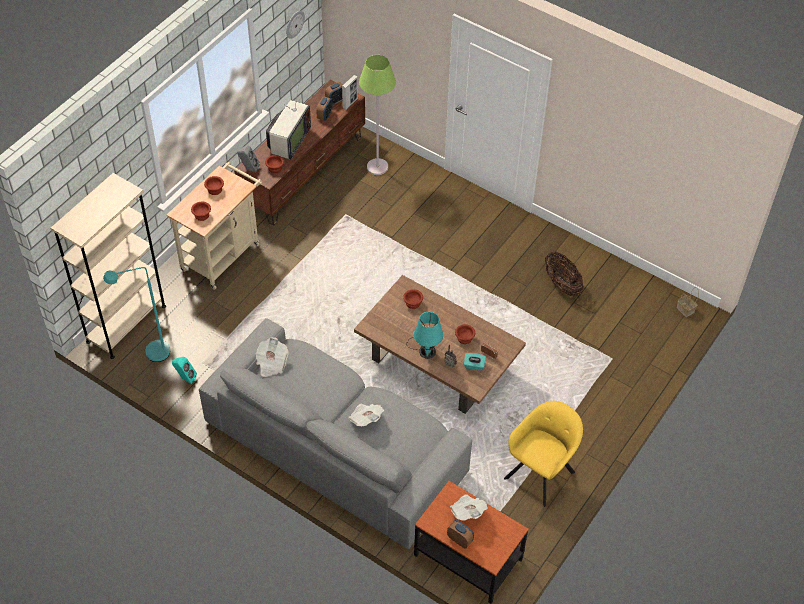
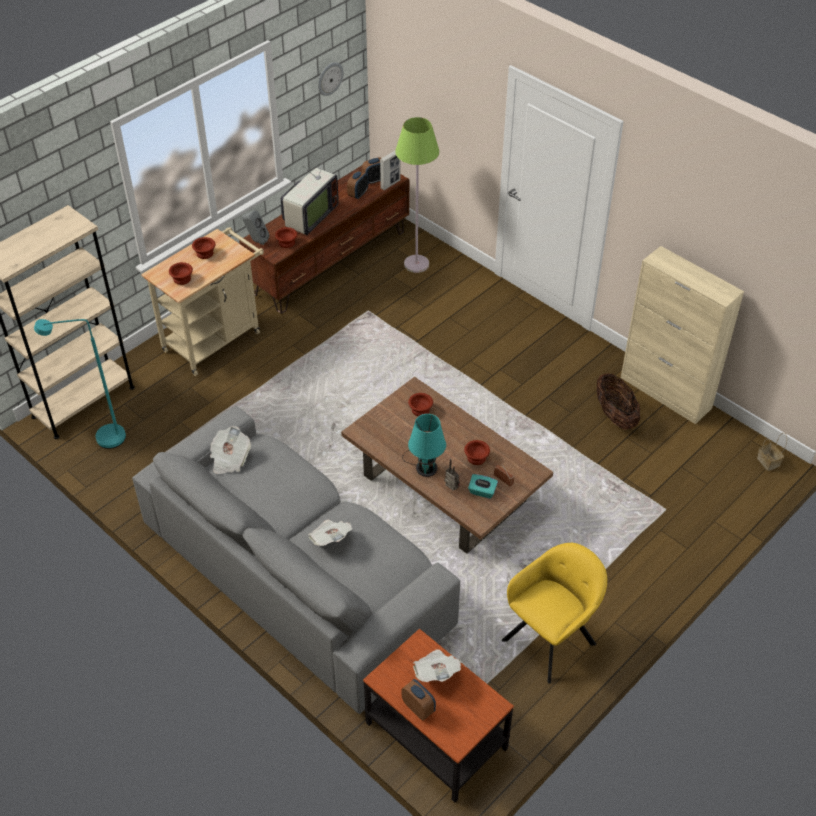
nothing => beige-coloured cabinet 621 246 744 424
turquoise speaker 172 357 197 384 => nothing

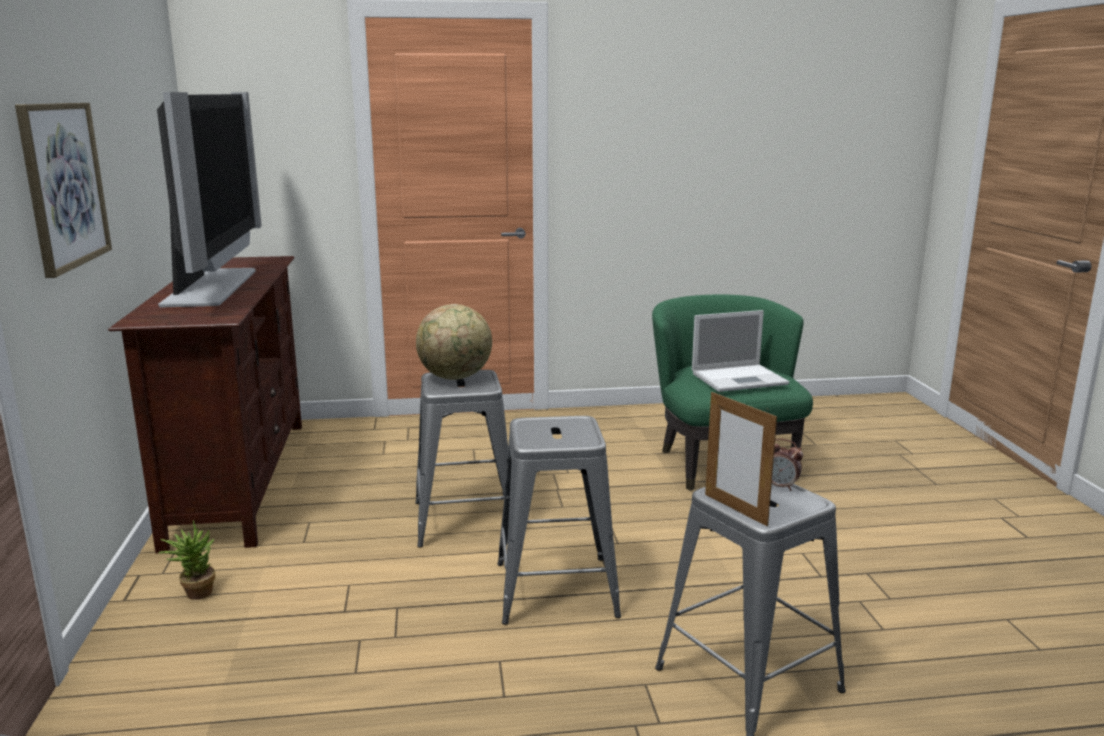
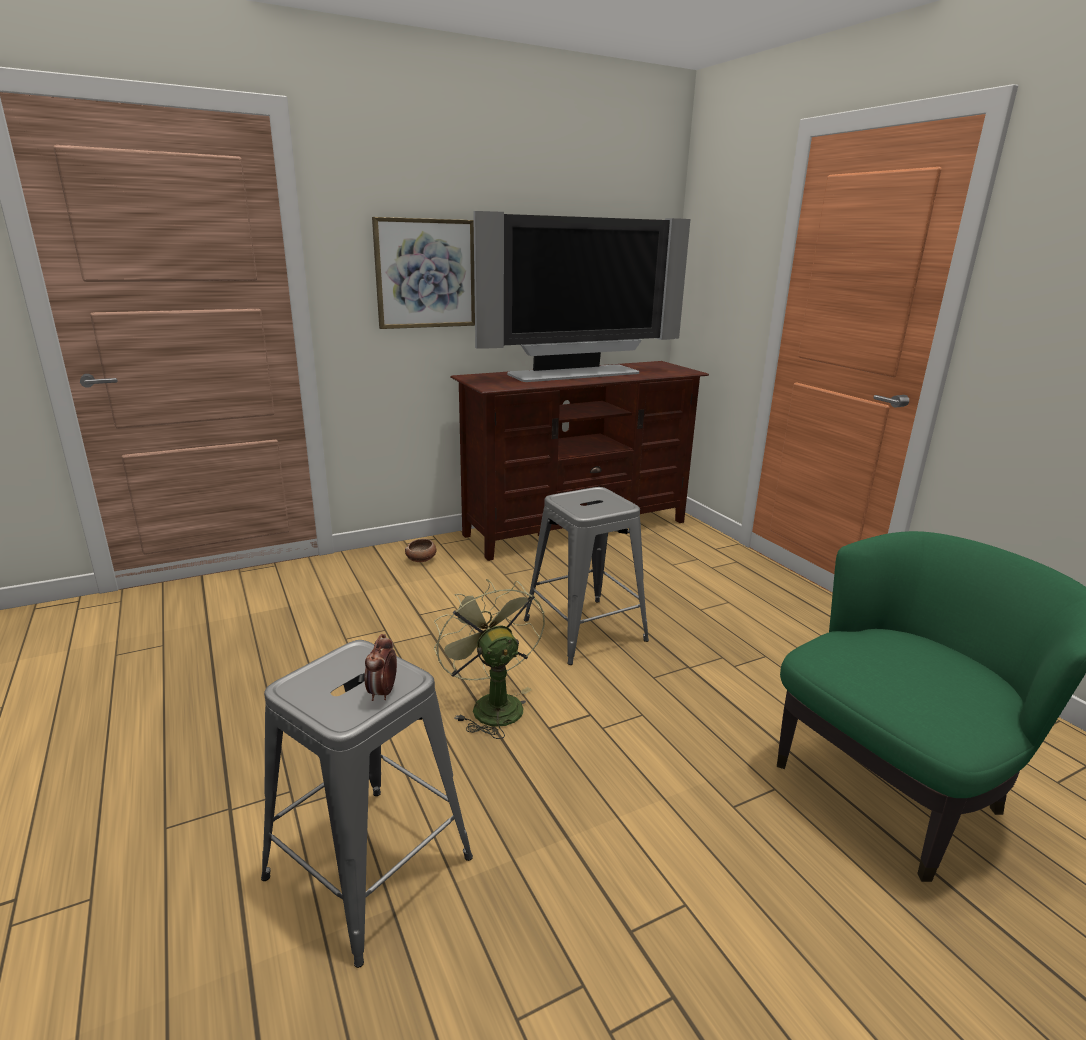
houseplant 159 520 215 600 => serving bowl 405 539 437 562
grey stool seat 497 416 621 625 => greenish cooling fan 434 579 545 739
desk globe 416 304 492 380 => nothing
notebook computer 692 310 789 392 => nothing
standing frame 705 391 777 526 => nothing

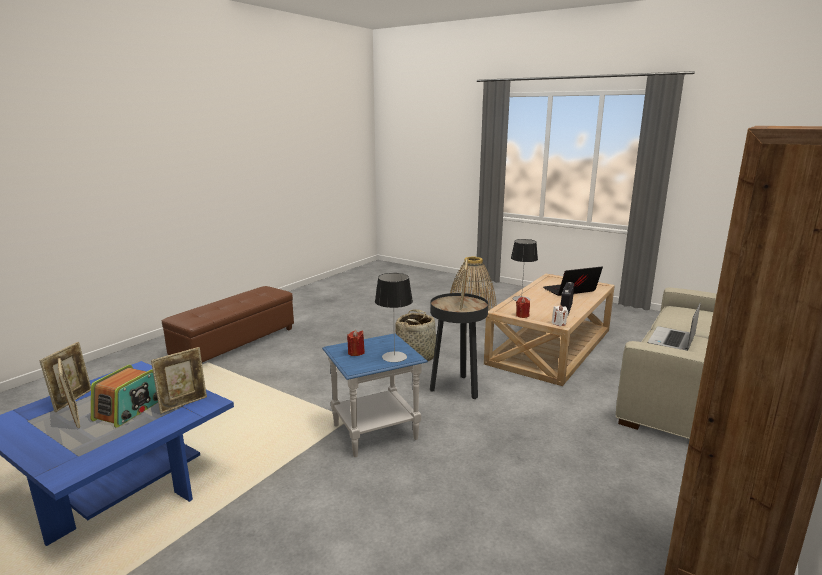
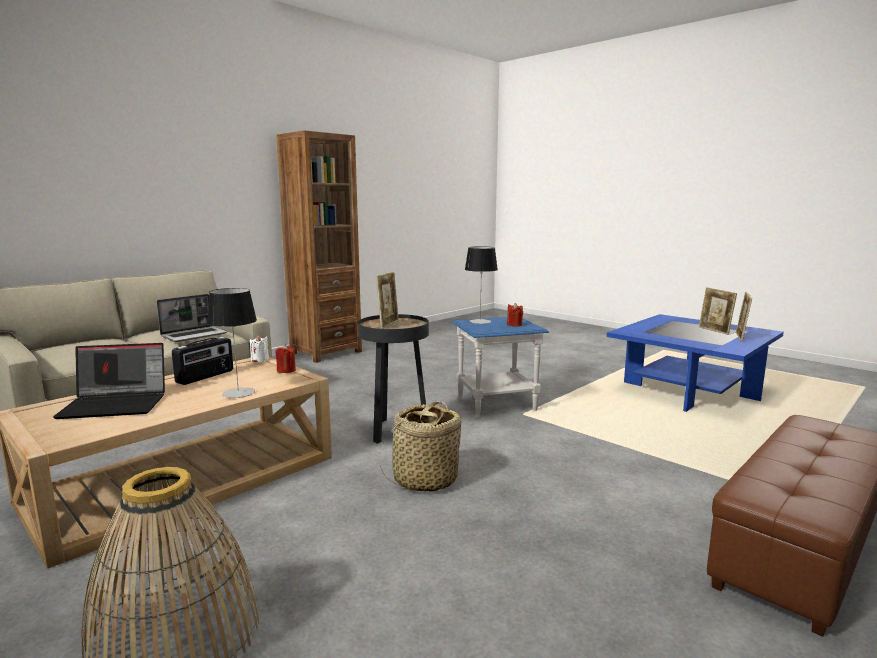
radio 91 365 158 428 => nothing
standing frame 151 347 207 414 => nothing

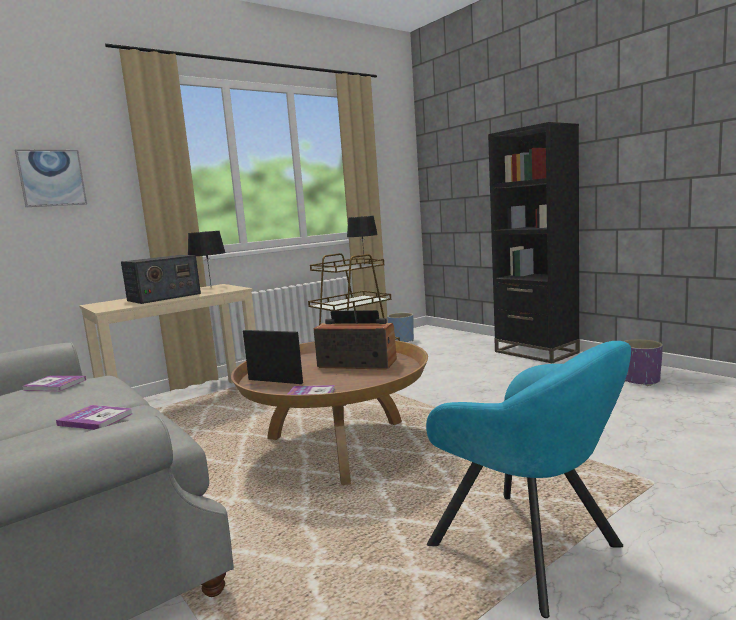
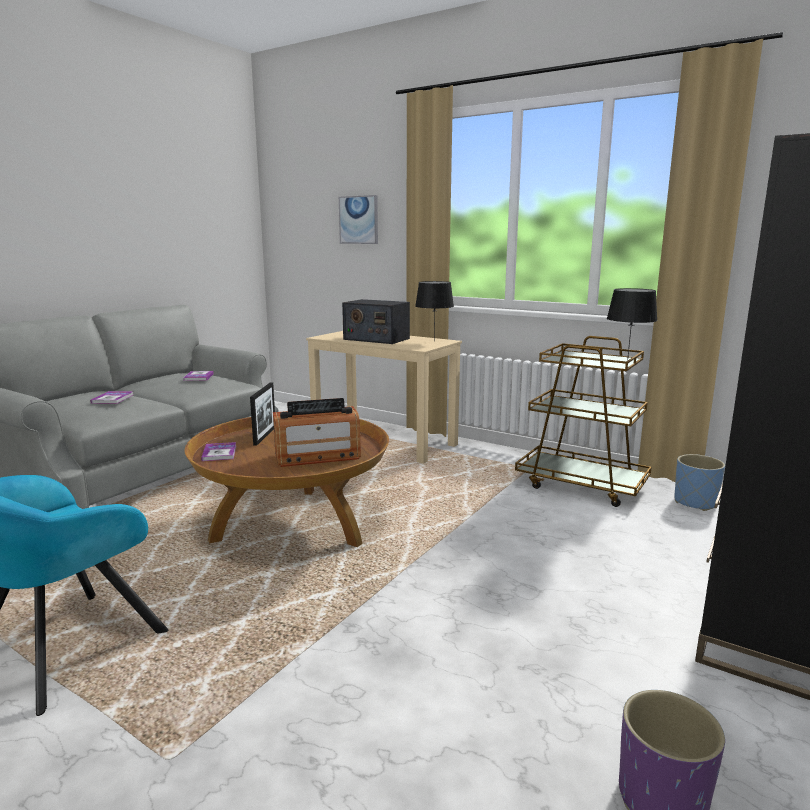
radio 314 310 397 370 => radio 273 398 361 467, 75 degrees clockwise

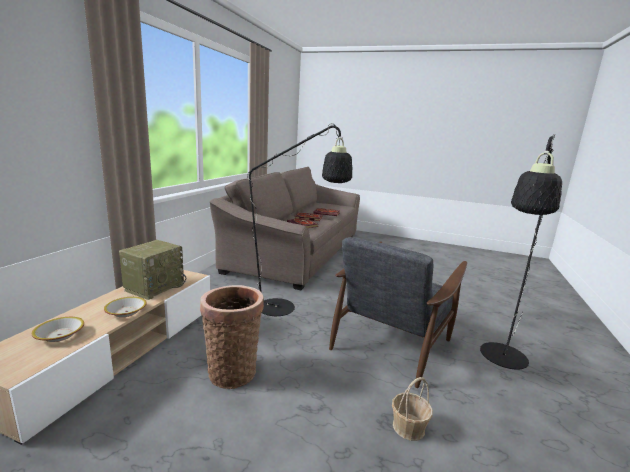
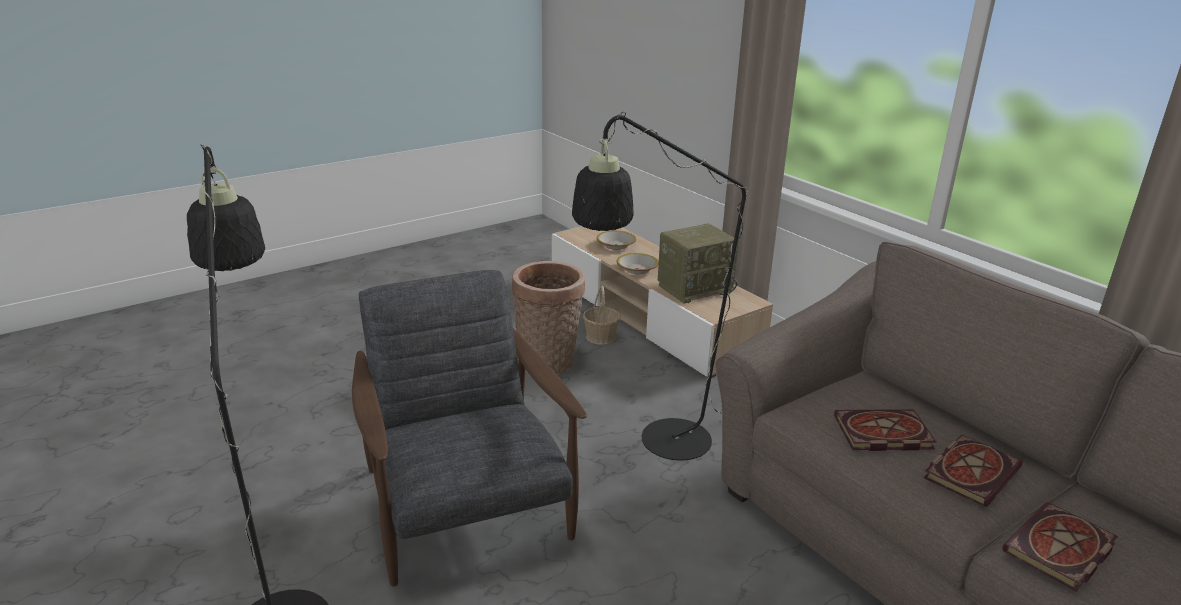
basket 392 377 433 441 => basket 583 286 621 345, shifted
radio 119 240 186 300 => radio 658 223 738 303, 90 degrees counterclockwise

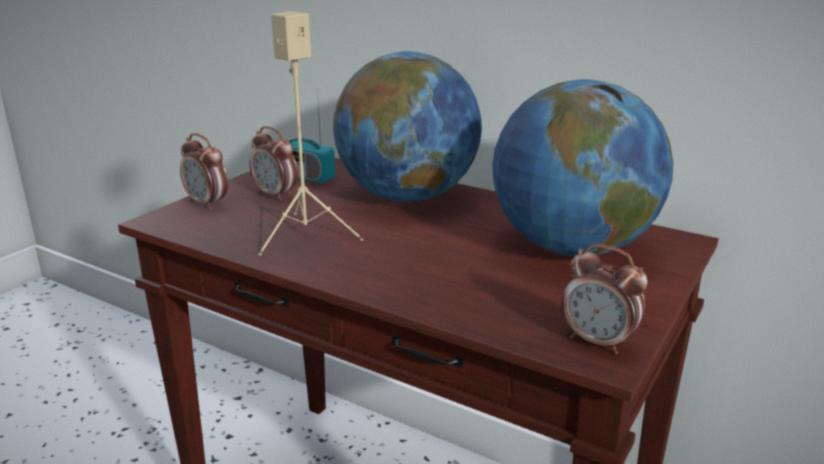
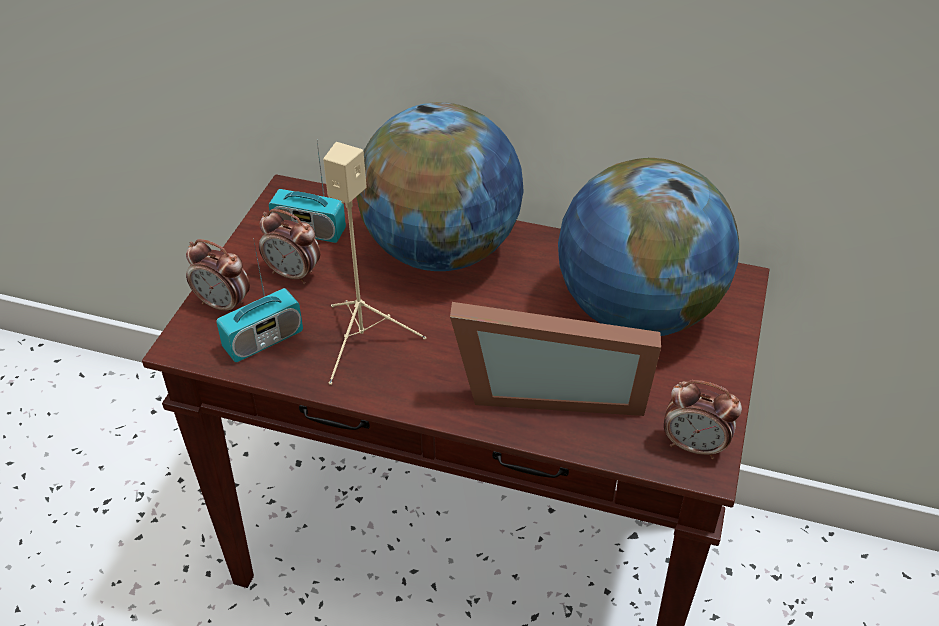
nothing => radio 216 238 303 362
nothing => standing frame 450 302 661 416

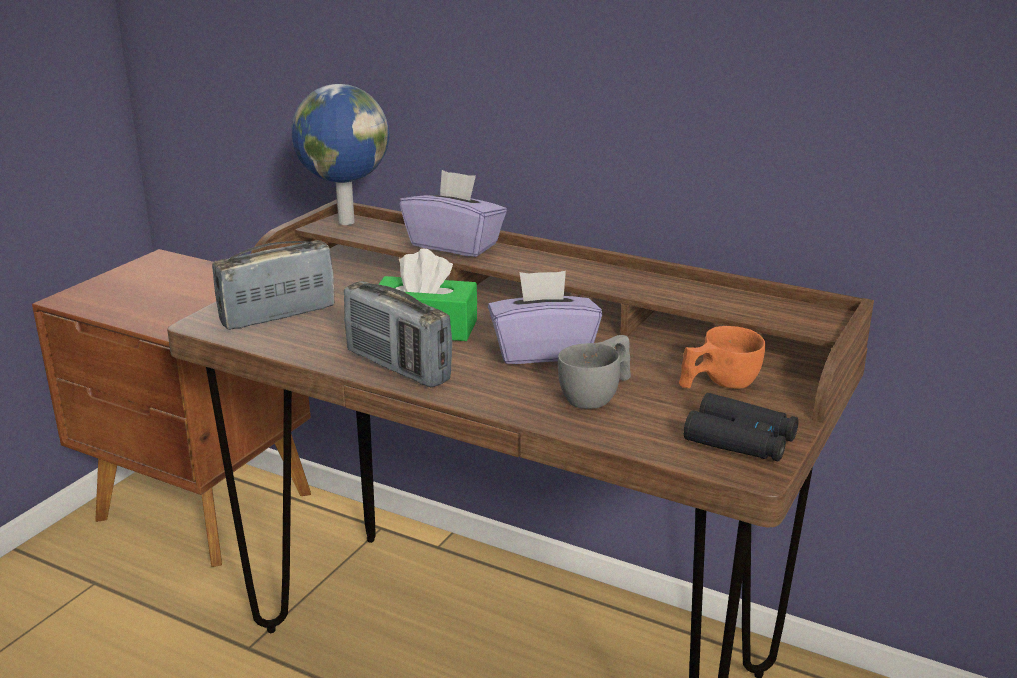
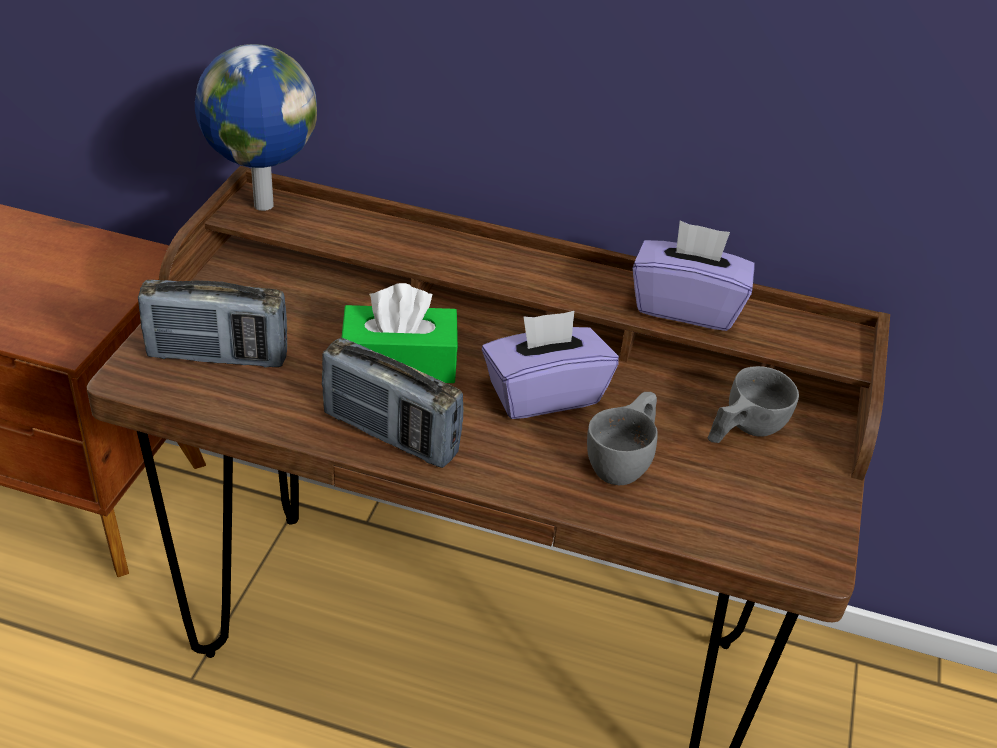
radio 212 240 334 330 => radio 138 280 287 368, 135 degrees counterclockwise
purple-coloured box of tissues 400 170 507 257 => purple-coloured box of tissues 633 220 755 331, shifted
orange-coloured drinking cup 679 326 765 389 => grey drinking cup 707 366 799 443
black pair of binoculars 684 393 799 461 => nothing

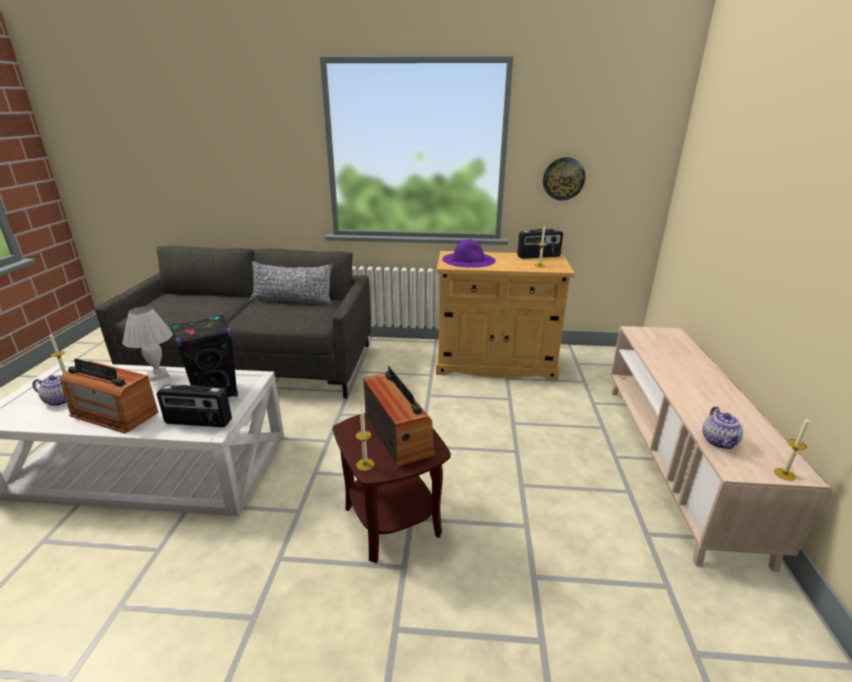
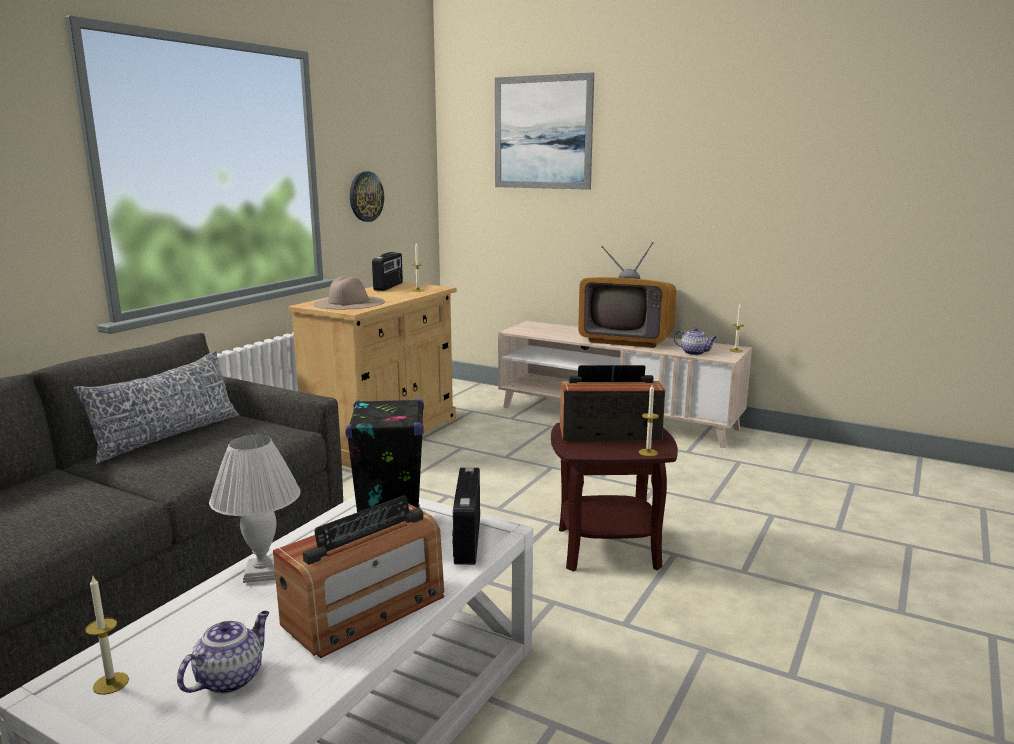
purple-coloured wearable hat 442 239 496 268 => beige-coloured wearable hat 313 276 385 309
radio 157 385 232 427 => radio 452 468 480 565, 150 degrees clockwise
nothing => wall picture 495 72 594 190
nothing => TV 578 242 676 348

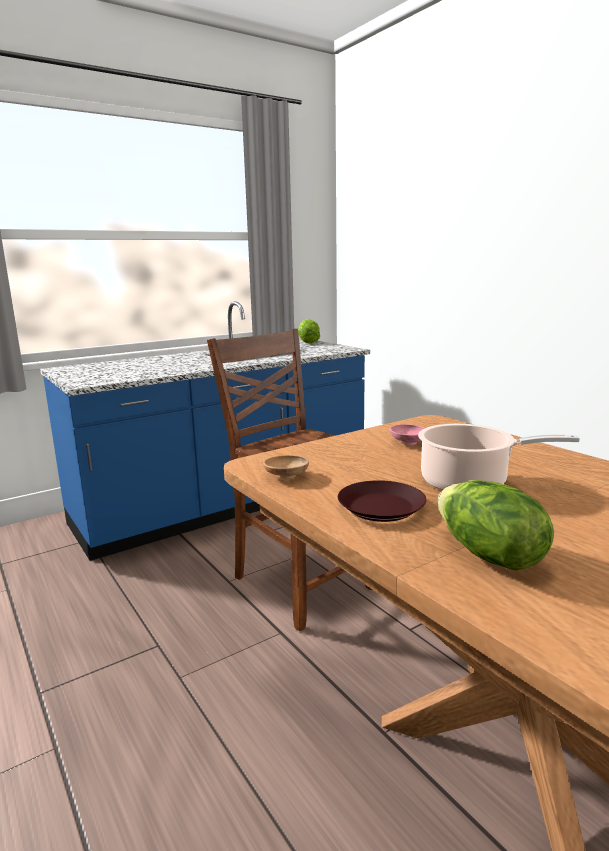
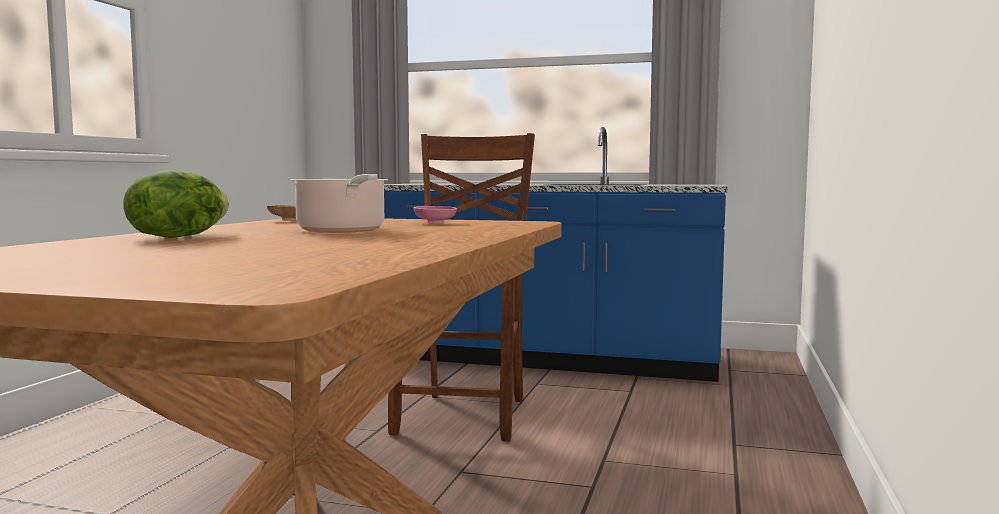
lettuce 298 319 320 343 => nothing
brown flat dish 338 480 426 522 => nothing

